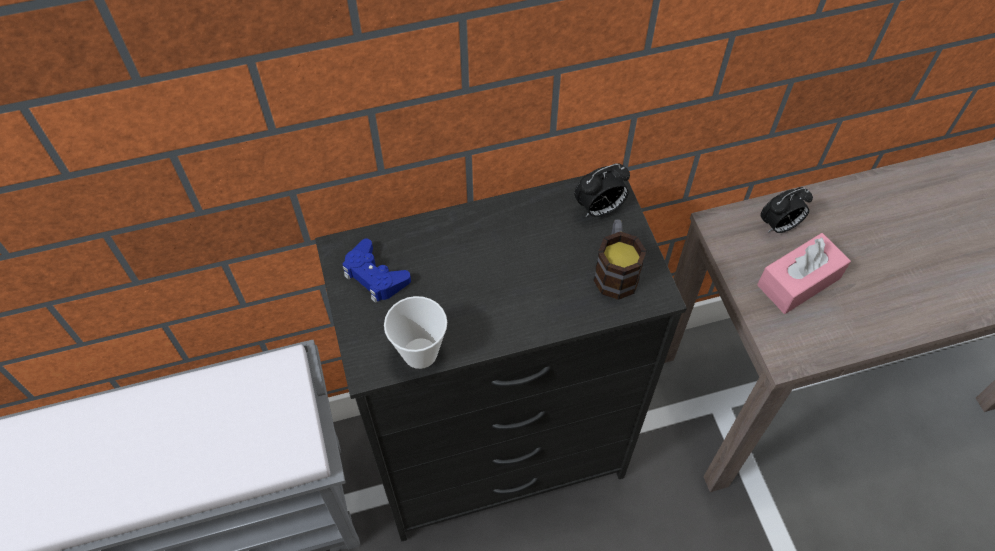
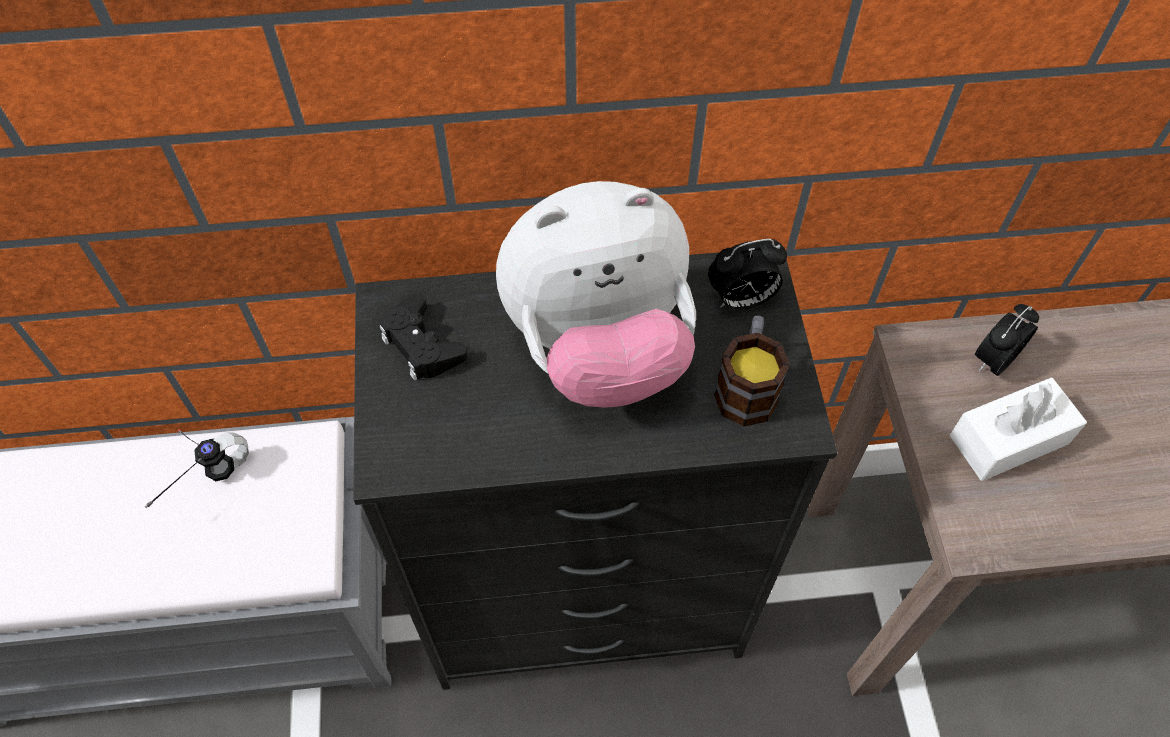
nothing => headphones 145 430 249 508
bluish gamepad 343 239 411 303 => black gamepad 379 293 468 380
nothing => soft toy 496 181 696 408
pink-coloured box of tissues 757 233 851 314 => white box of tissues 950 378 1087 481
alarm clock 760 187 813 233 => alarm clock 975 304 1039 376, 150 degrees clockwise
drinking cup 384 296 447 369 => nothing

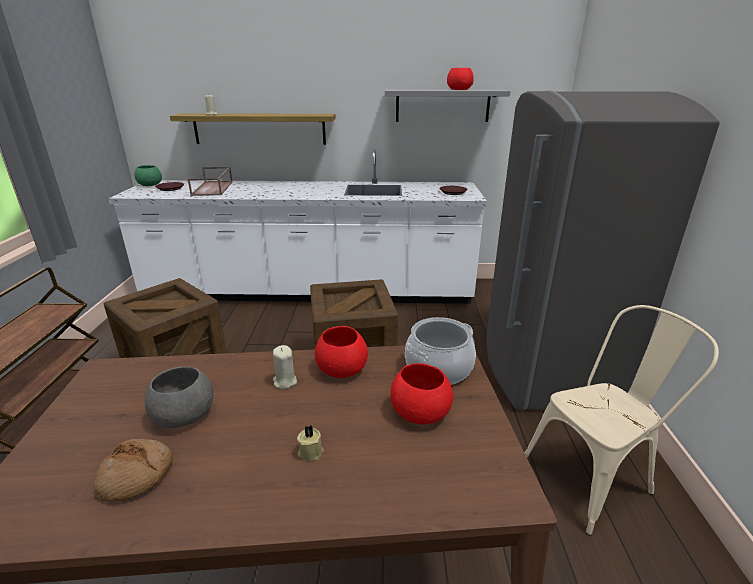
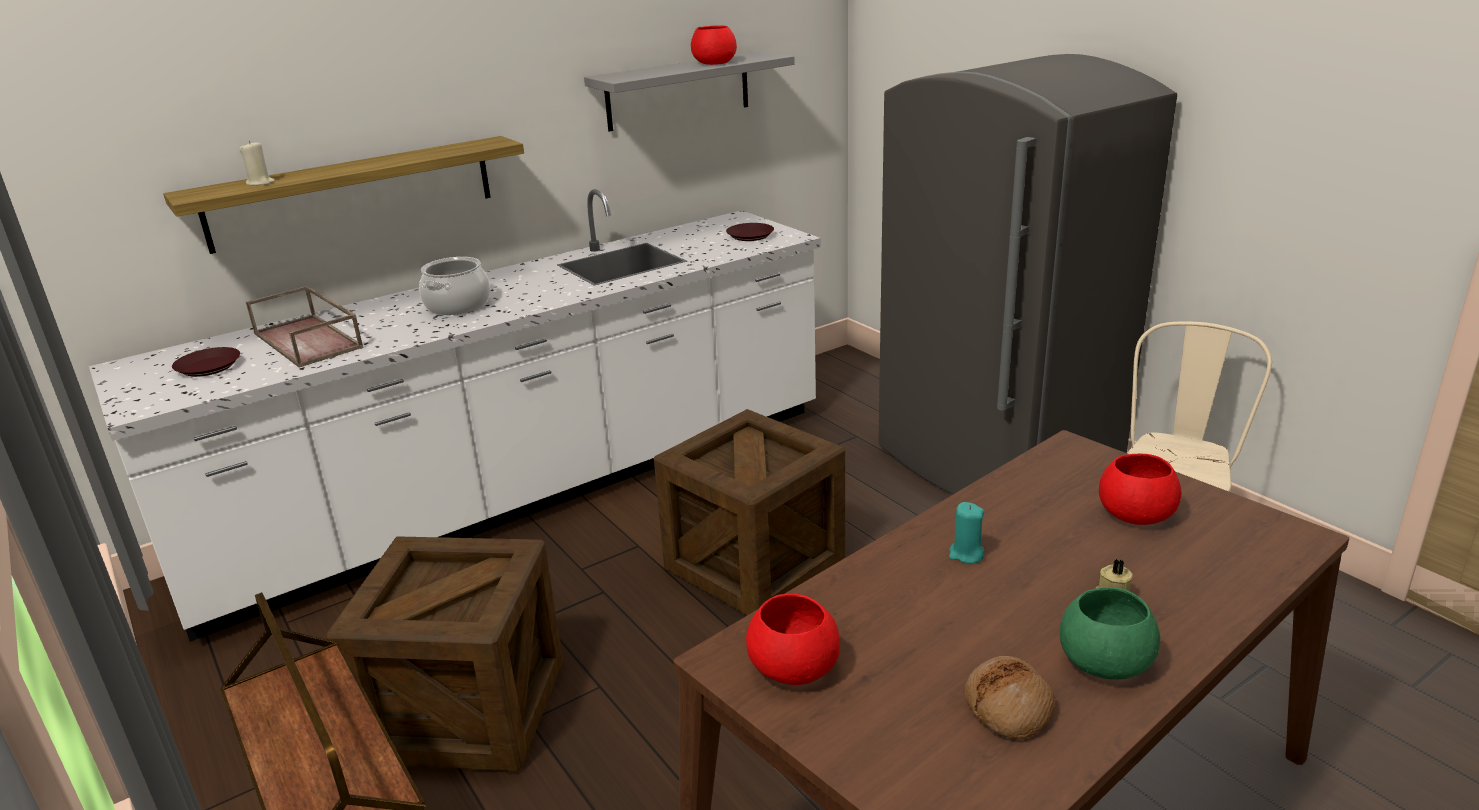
saucepot 405 317 476 385 => saucepot 419 257 490 315, shifted
reddish serving bowl 315 326 368 378 => reddish serving bowl 746 594 840 685, shifted
beige-coloured wax candle 273 345 297 389 => turquoise wax candle 949 502 984 564
greenish serving bowl 134 165 162 186 => greenish serving bowl 1060 587 1160 679, shifted
grey serving bowl 145 367 213 428 => nothing

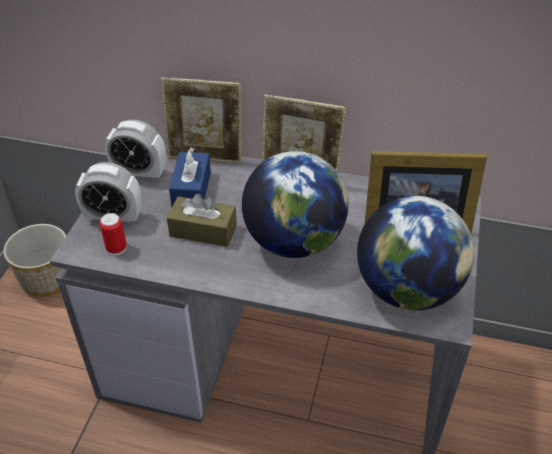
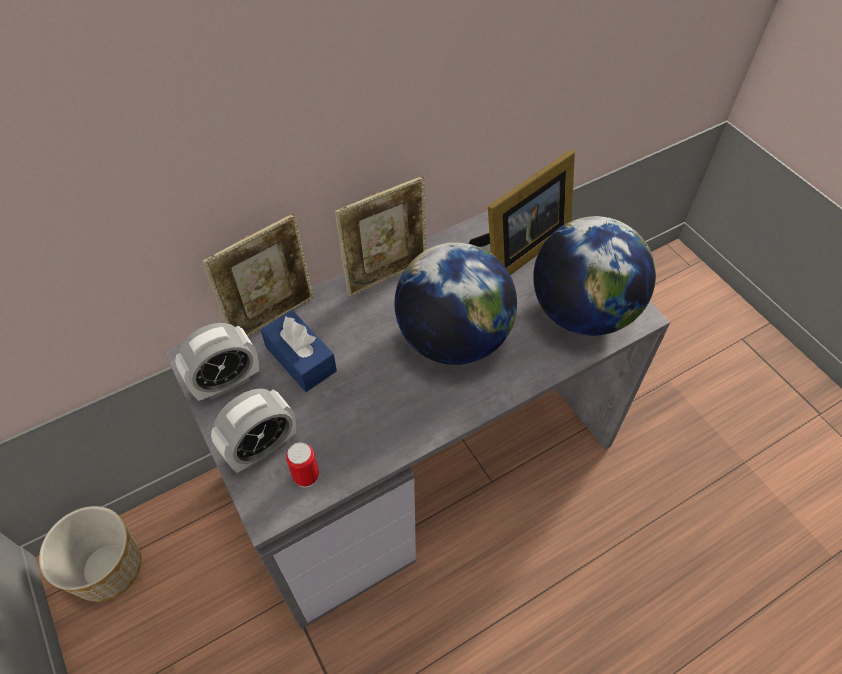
brown box of tissues 167 193 237 247 => nothing

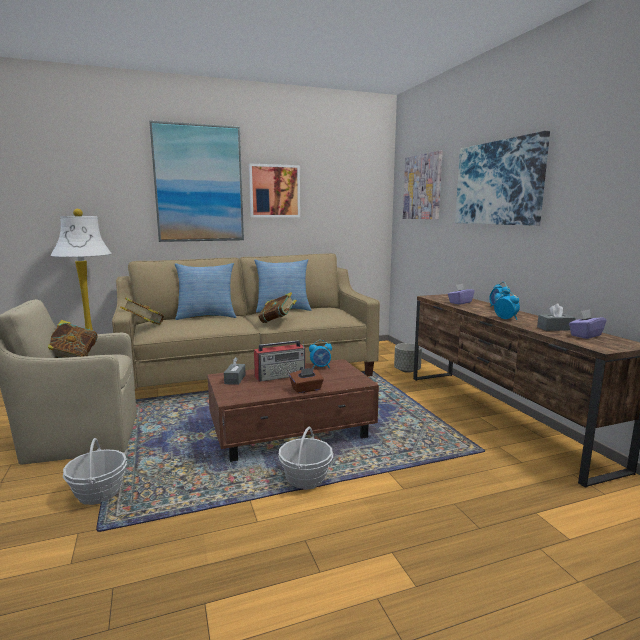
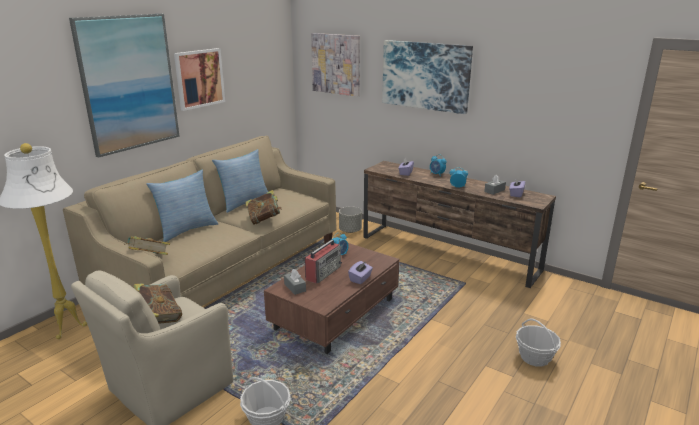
brown box of tissues 289 368 324 393 => purple-coloured box of tissues 348 261 373 284
basket 278 427 333 490 => basket 516 319 561 367, shifted

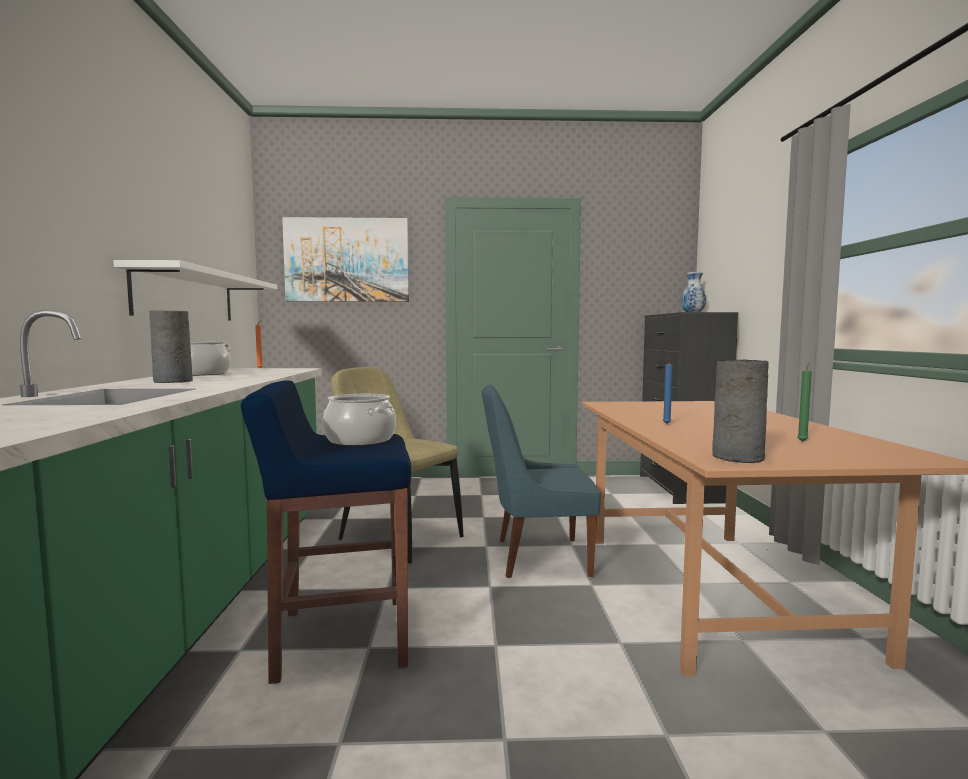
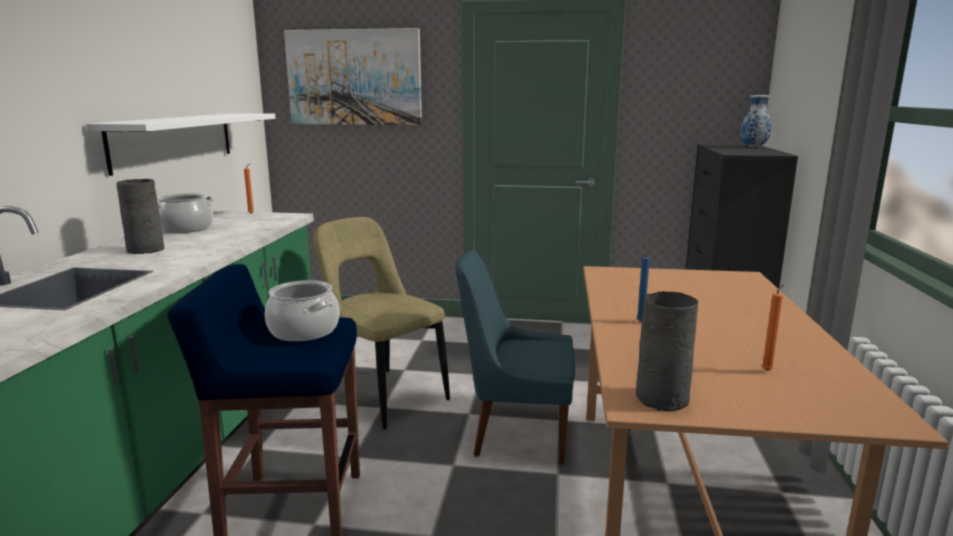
greenish wax candle 797 363 812 442 => orange-coloured wax candle 761 284 785 371

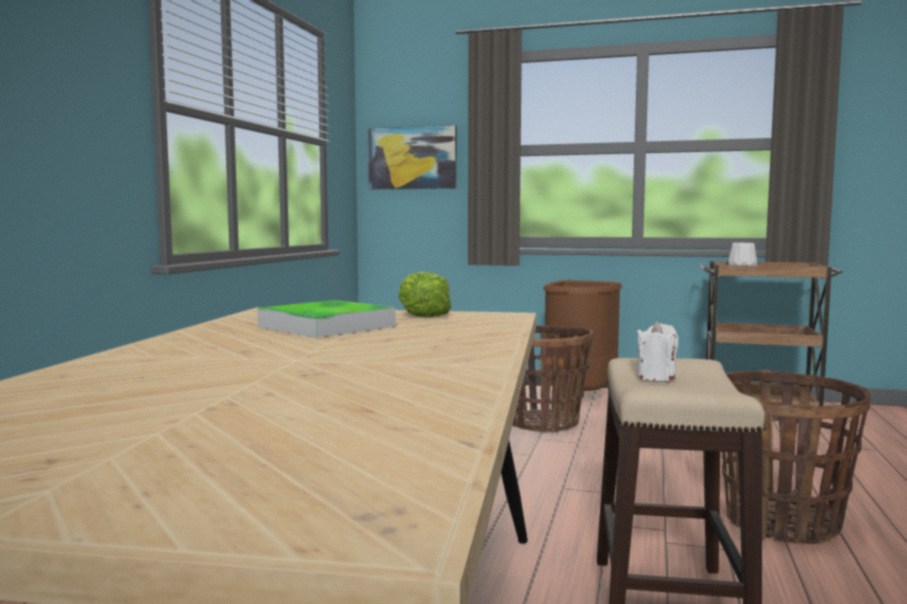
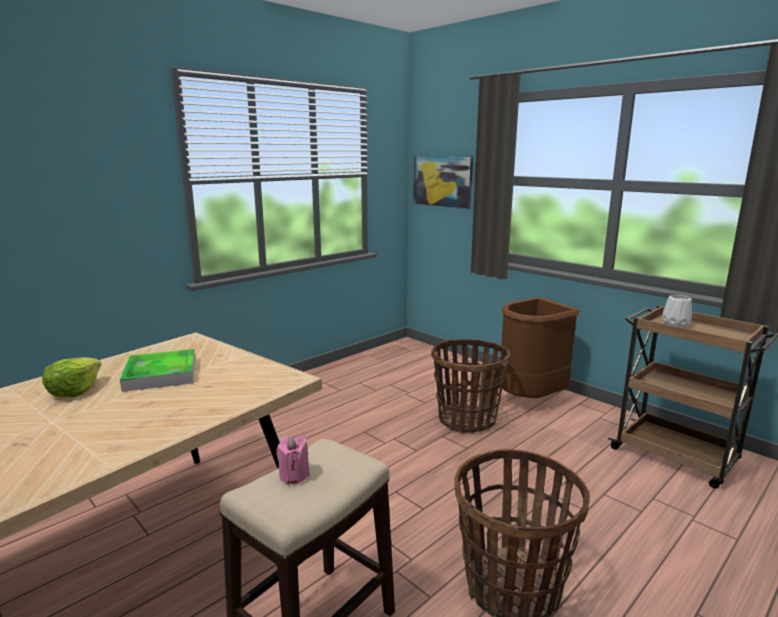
lettuce 398 272 452 317 => lettuce 42 357 101 397, shifted
white wax candle 637 321 678 381 => pink-coloured wax candle 276 435 310 484

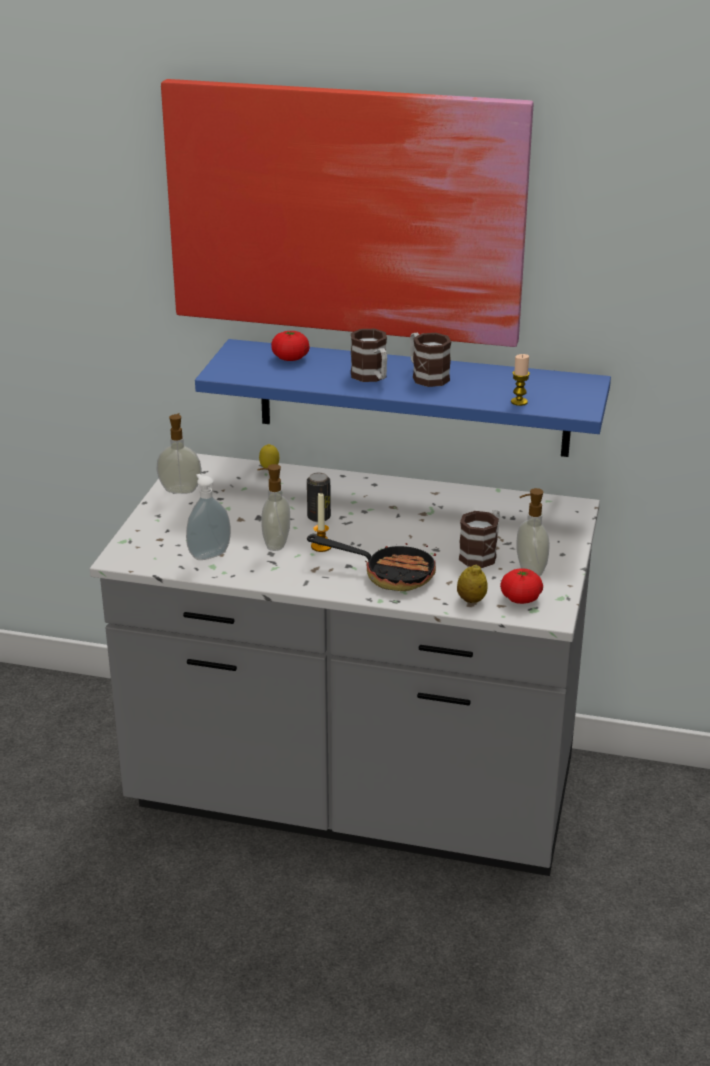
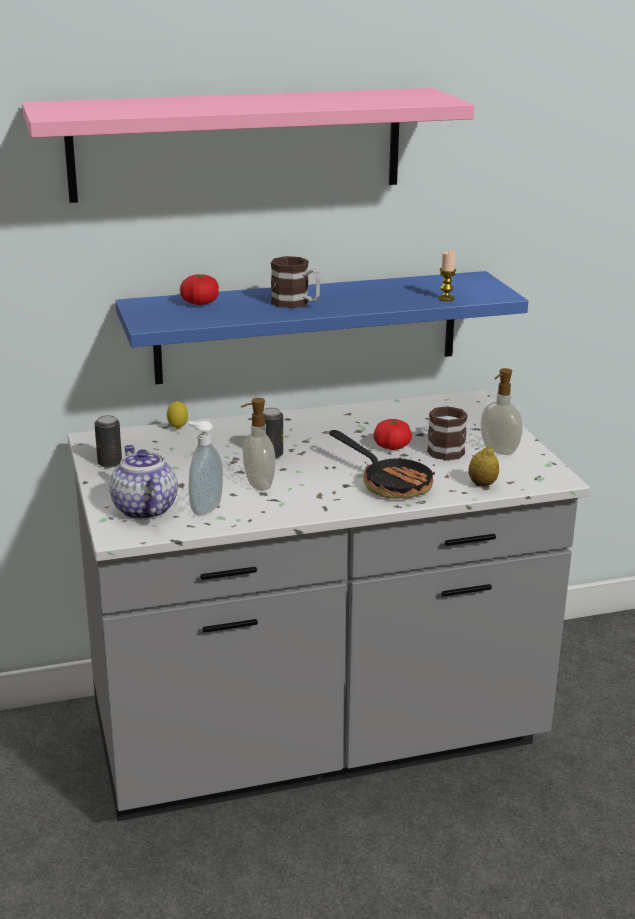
wall picture 161 79 533 347 => pink-coloured bracket shelf 22 88 474 203
soap bottle 157 413 202 494 => can 94 415 122 468
nothing => teapot 110 445 178 520
frying pan 307 535 436 591 => frying pan 329 430 435 499, 60 degrees clockwise
whole tomato 500 568 543 604 => whole tomato 373 419 412 450, shifted
wax candle 311 493 332 552 => nothing
coffee mug 410 333 451 387 => nothing

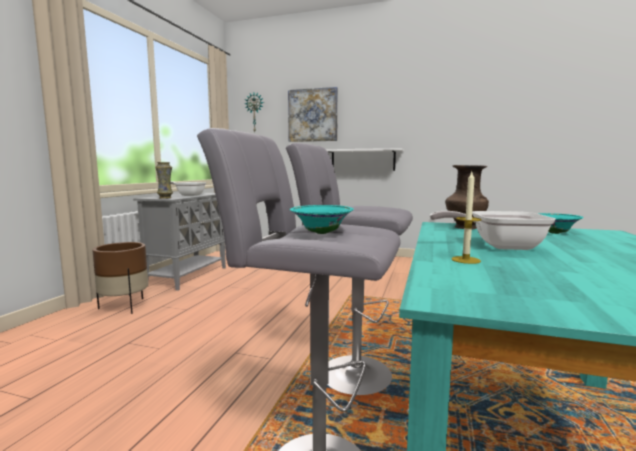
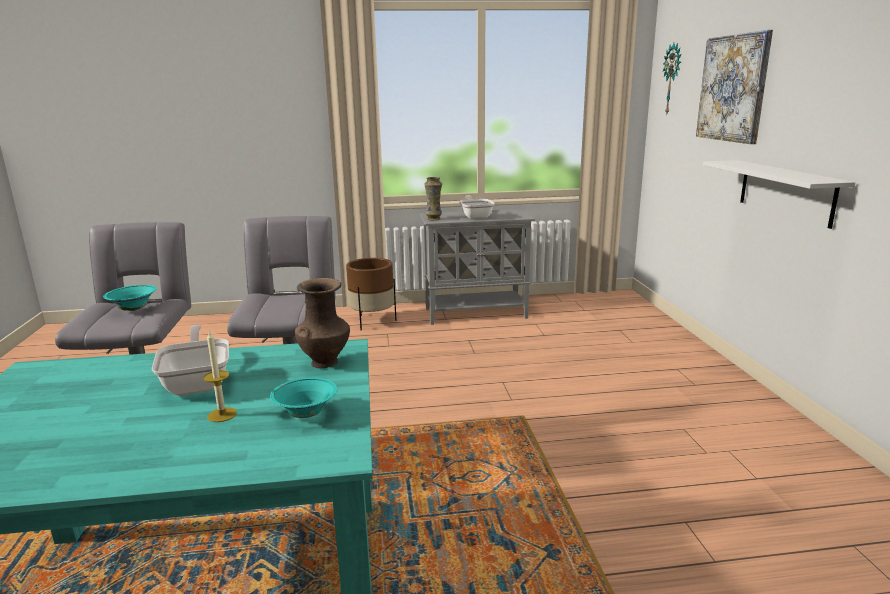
wax candle 451 172 482 264 => wax candle 203 331 237 422, shifted

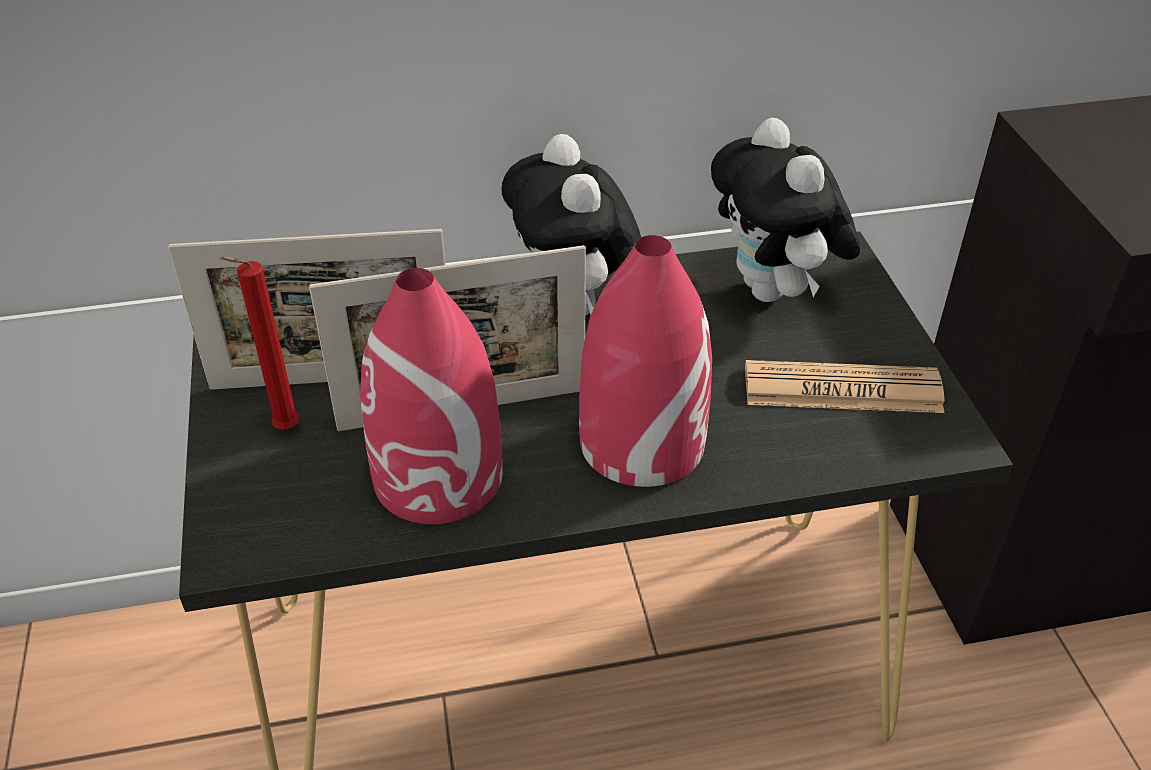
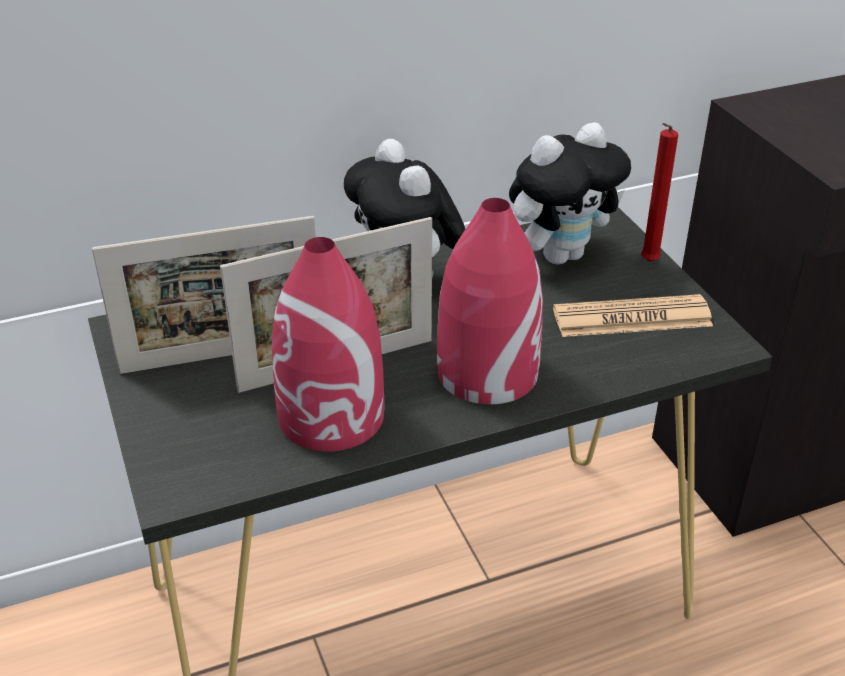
soft toy 711 118 860 302 => soft toy 509 122 631 265, 90 degrees counterclockwise
reddish wax candle 220 257 300 429 => reddish wax candle 641 123 678 262, shifted

